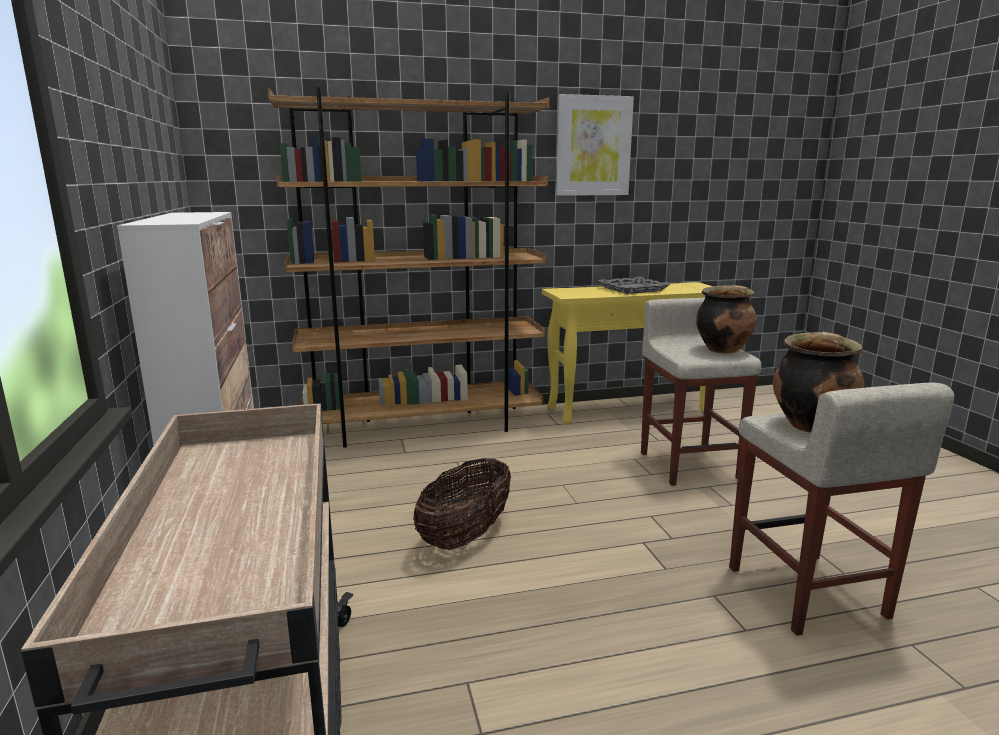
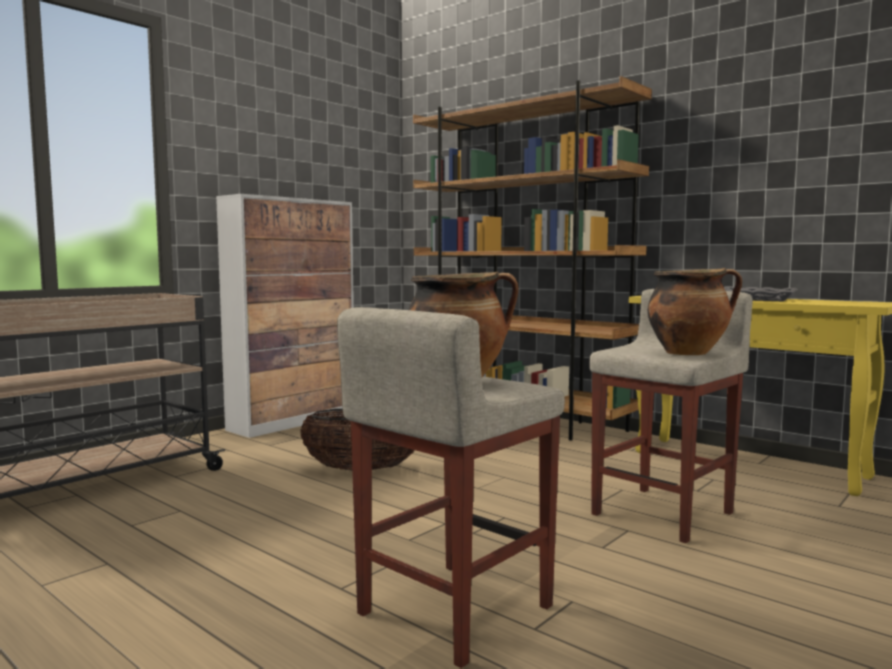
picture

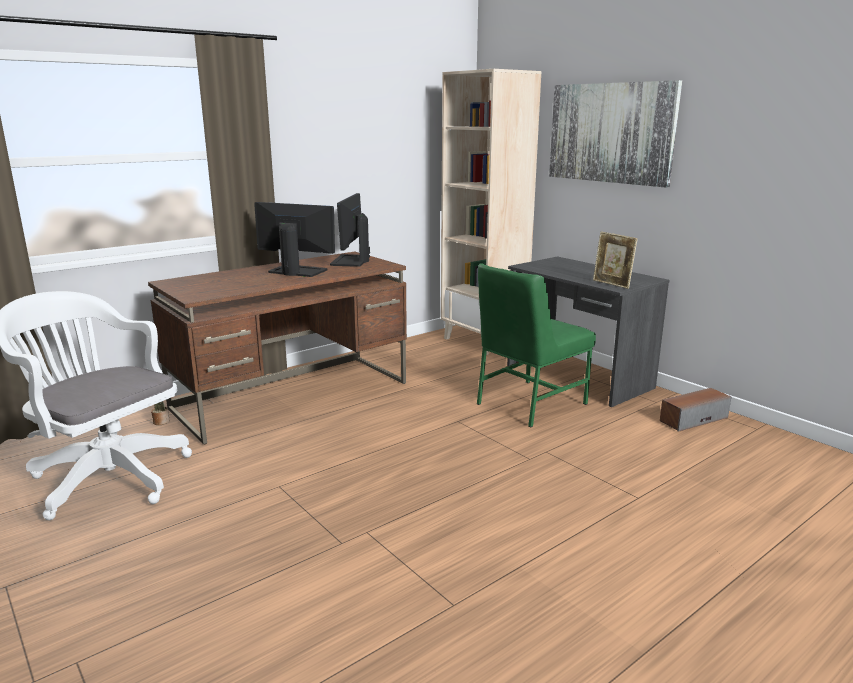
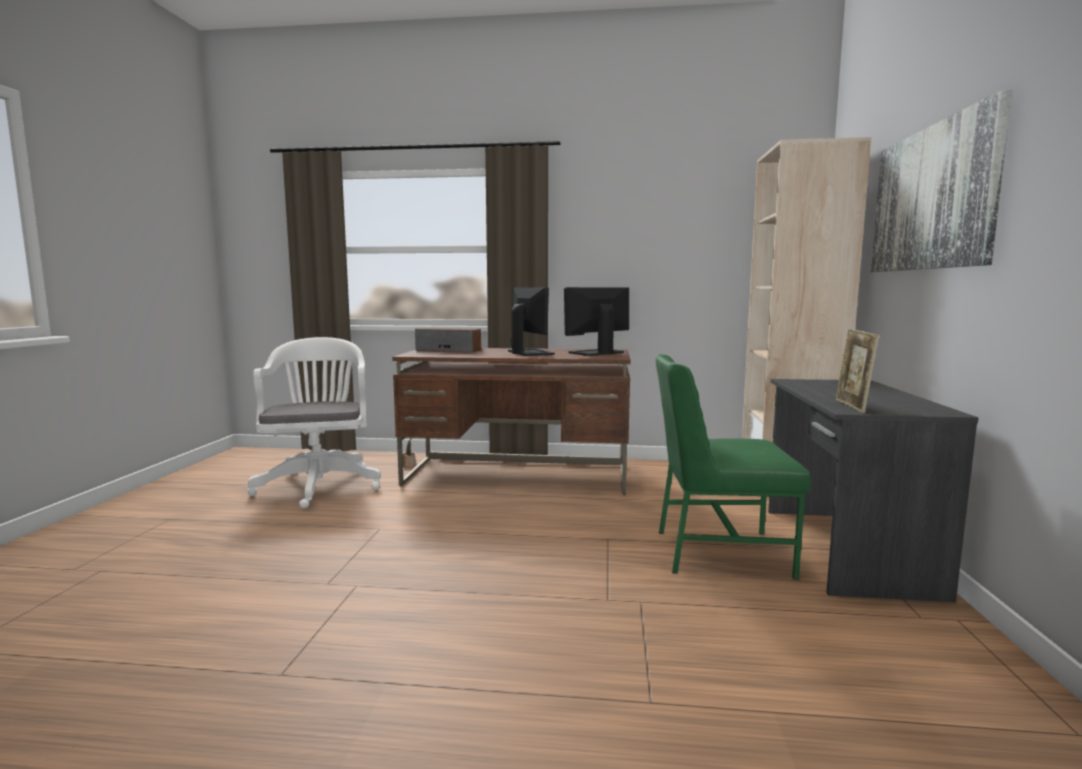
loudspeaker

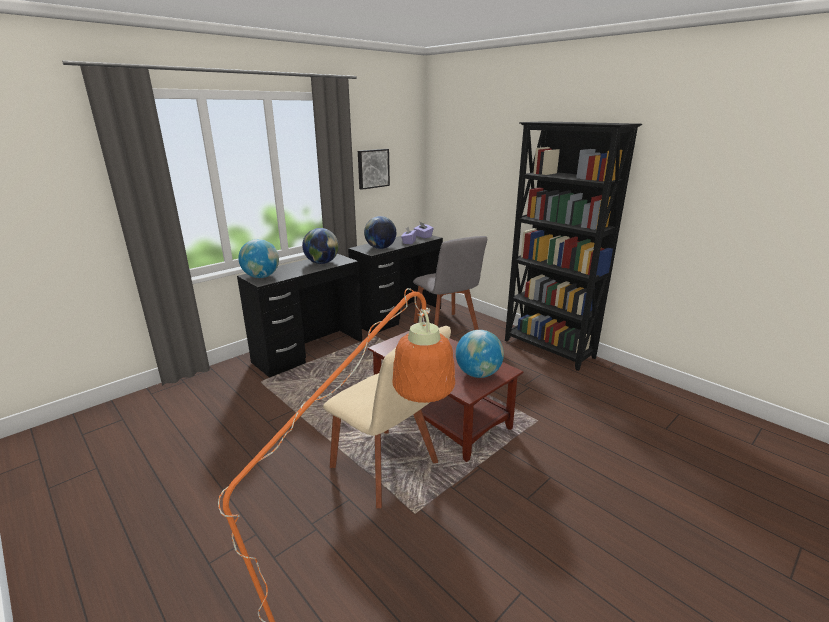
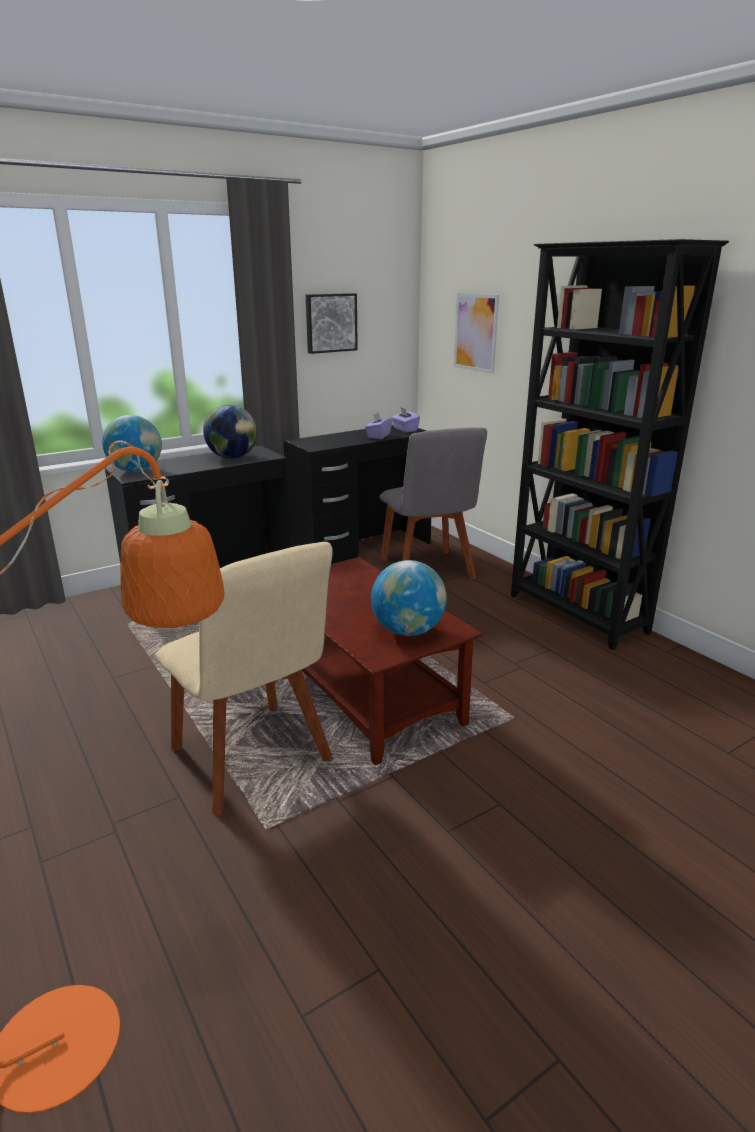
picture (2nd from left)
world globe (3rd from left in the first image)

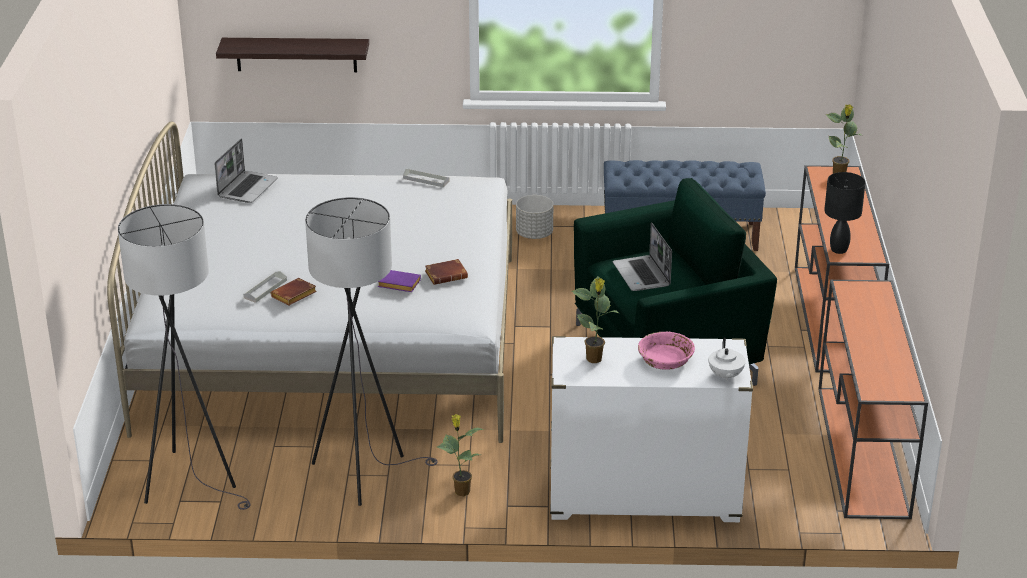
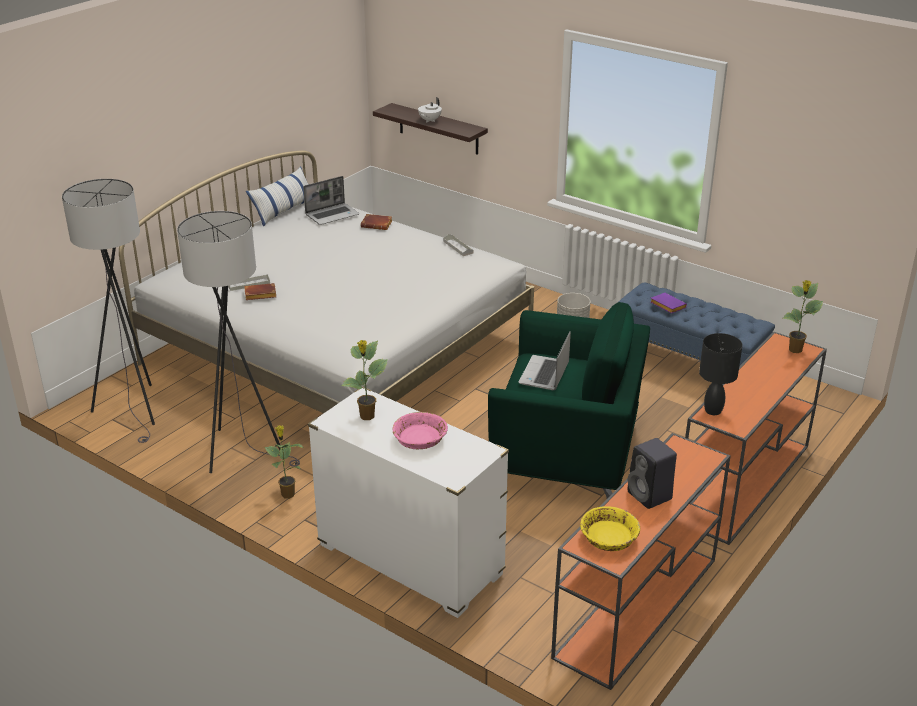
throw pillow
brown-coloured bound book (2nd from left)
white tea pot
yellow bowl
blackish loudspeaker
purple bound book

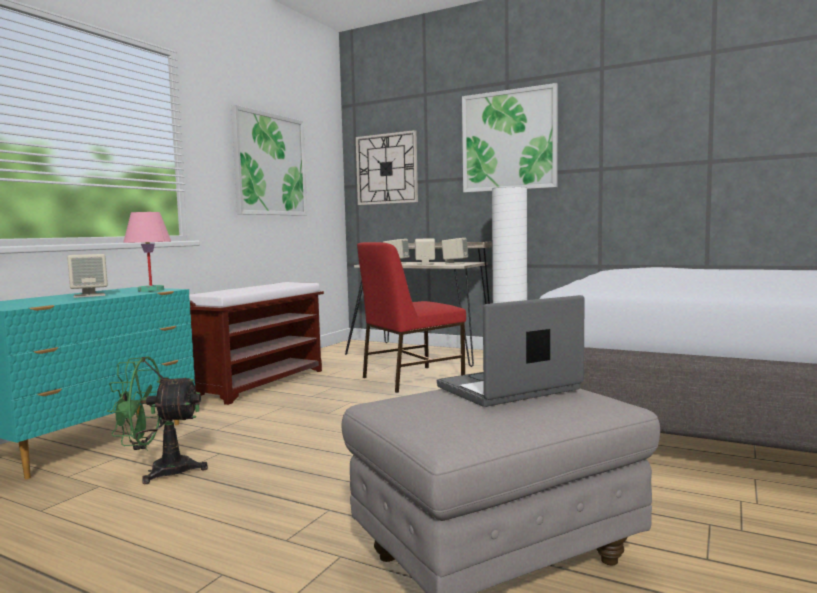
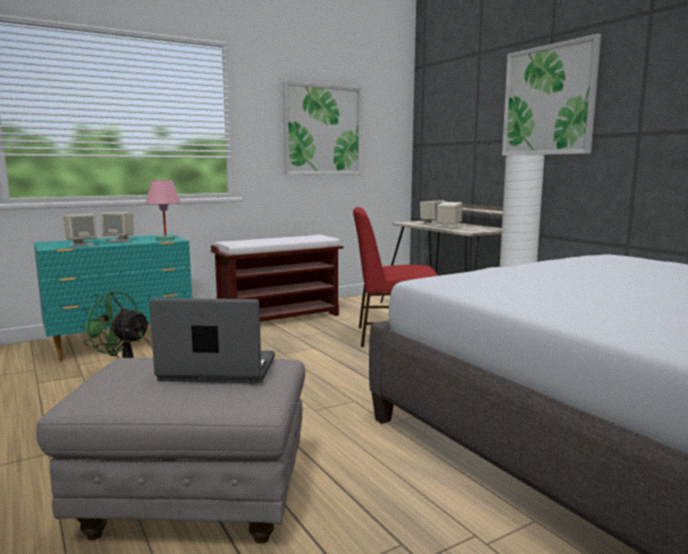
beige loudspeaker (1st from left)
clock on the wall

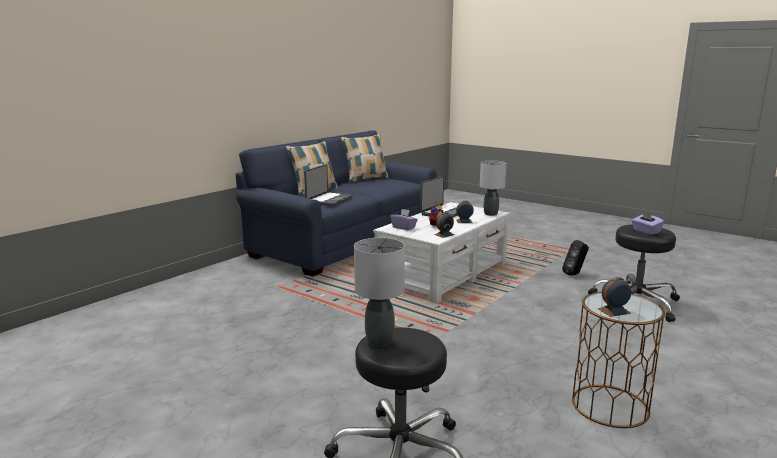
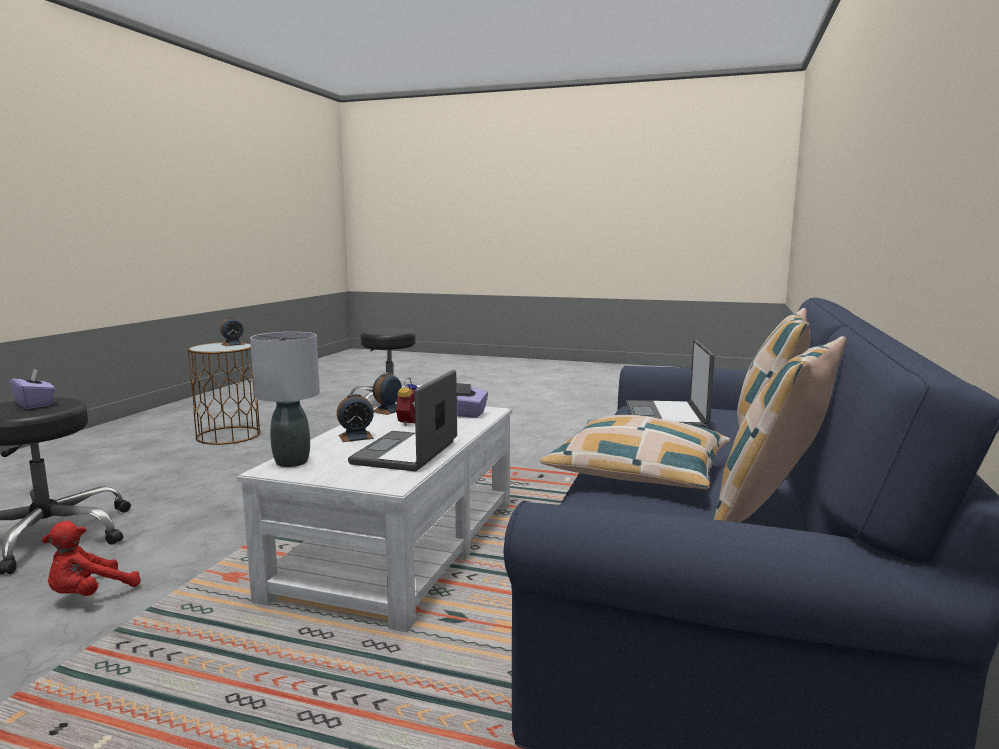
red-coloured cuddly toy
throw pillow (1st from left)
greyish lamp for a table (1st from left in the first image)

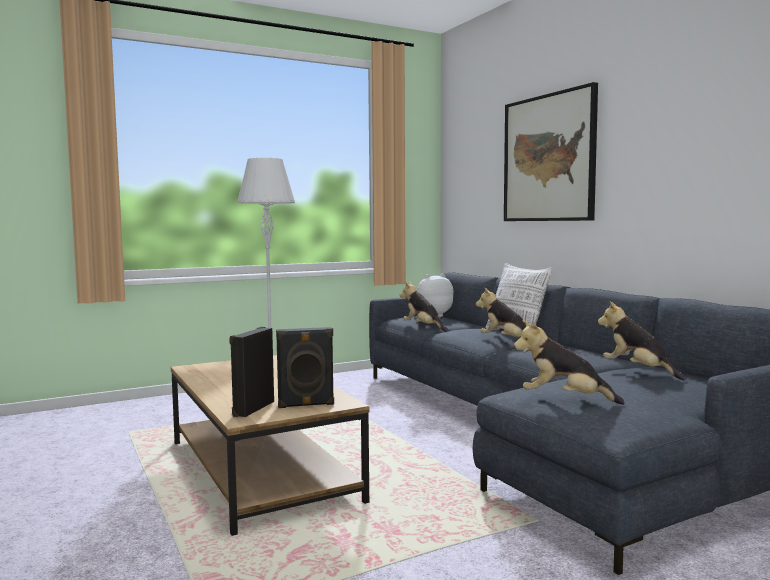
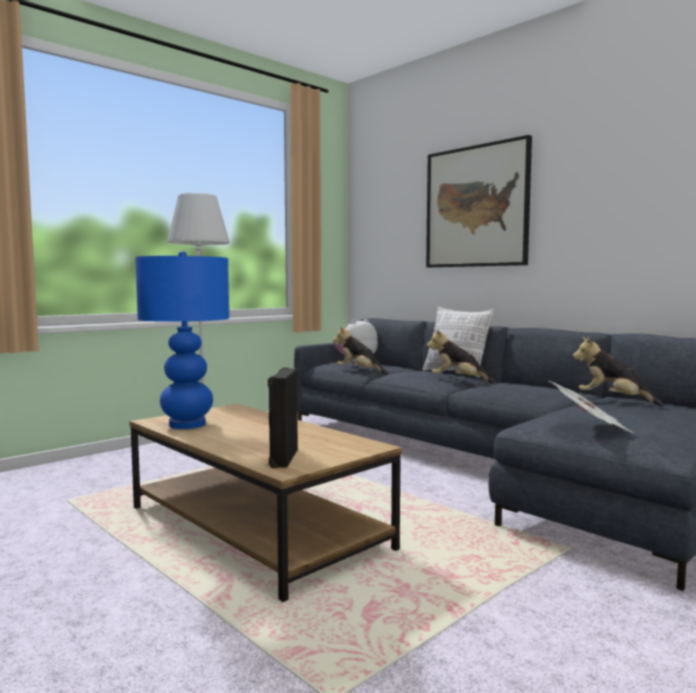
bluish lamp for a table
printed paper
blackish loudspeaker (2nd from left in the first image)

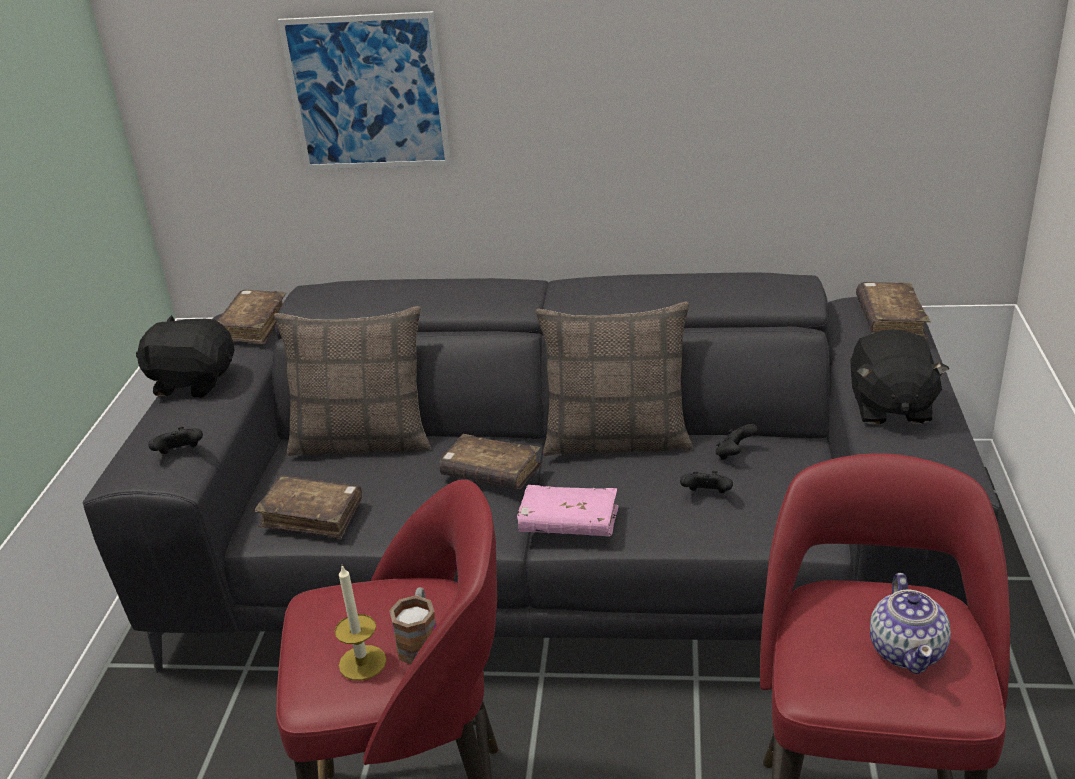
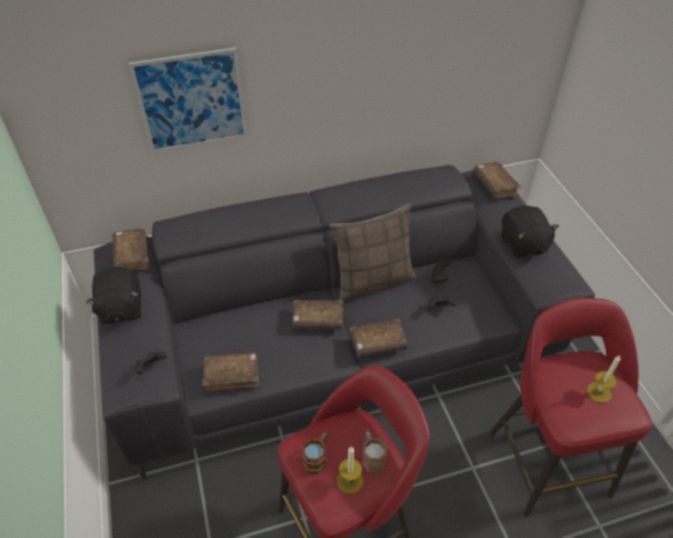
blackish cuddly toy (1st from left)
tea mug (1st from left)
brown-coloured bound book (4th from left)
wax light (2nd from left)
throw pillow (1st from left in the first image)

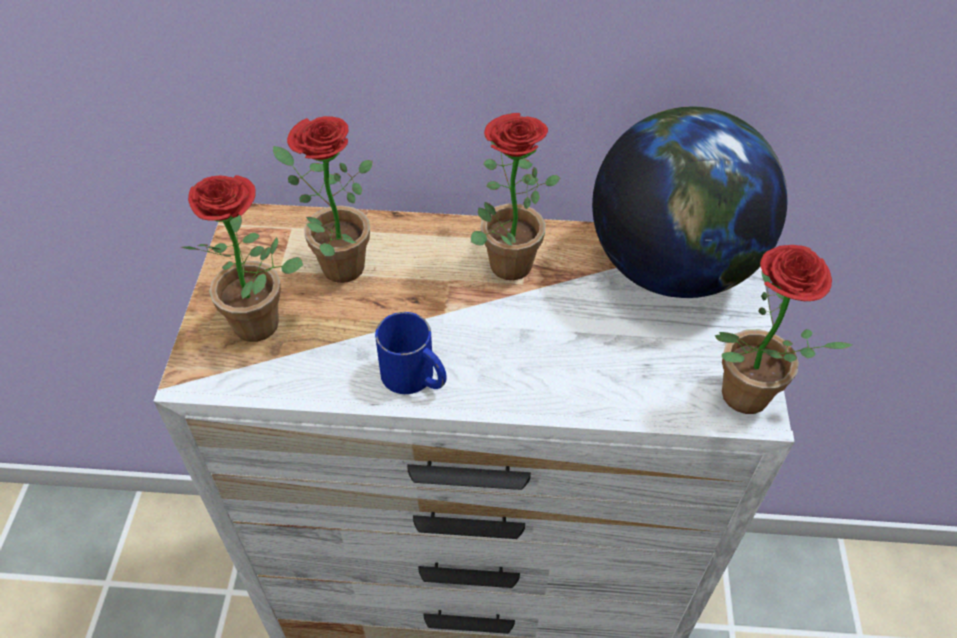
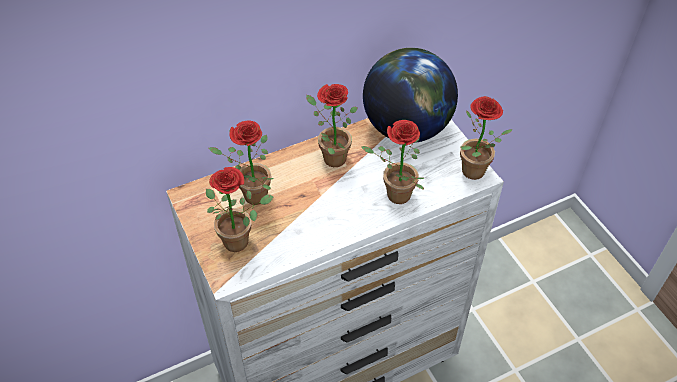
potted plant (4th from left)
bluish tea mug

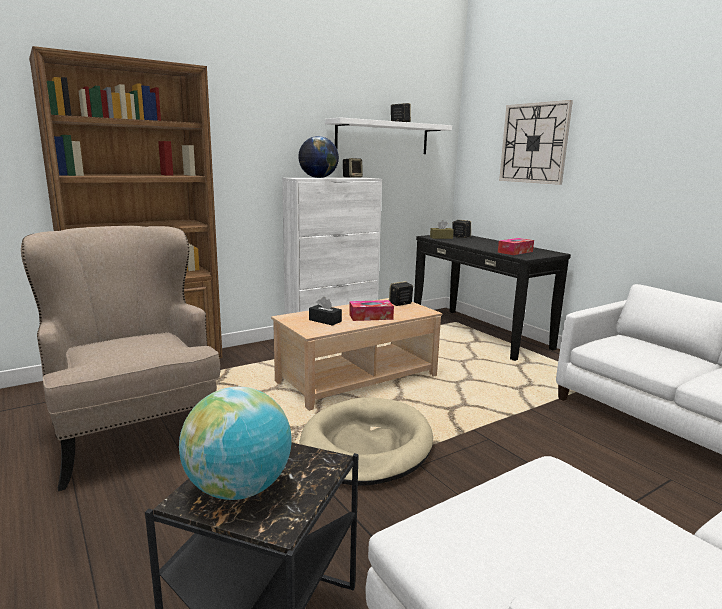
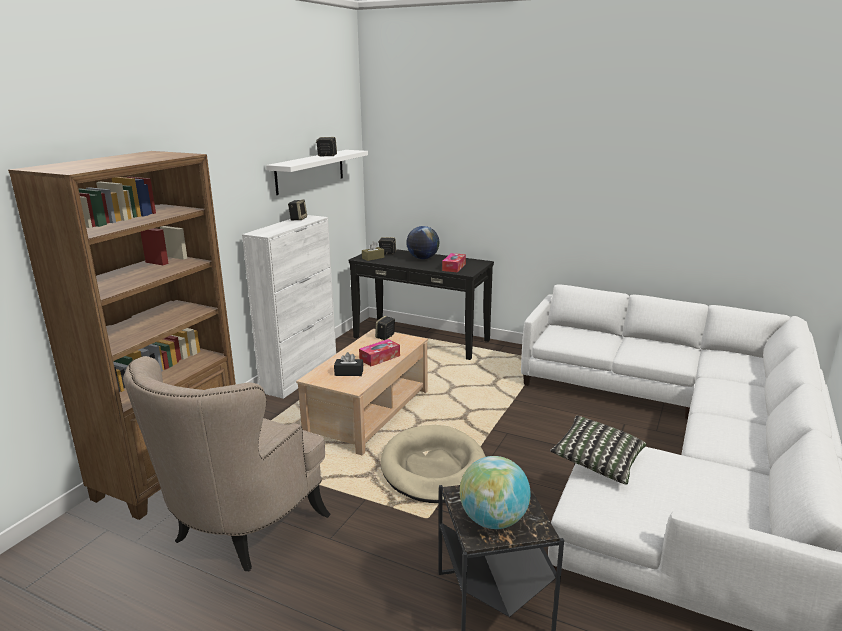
beige easy chair
world globe (1st from left)
throw pillow
clock on the wall

